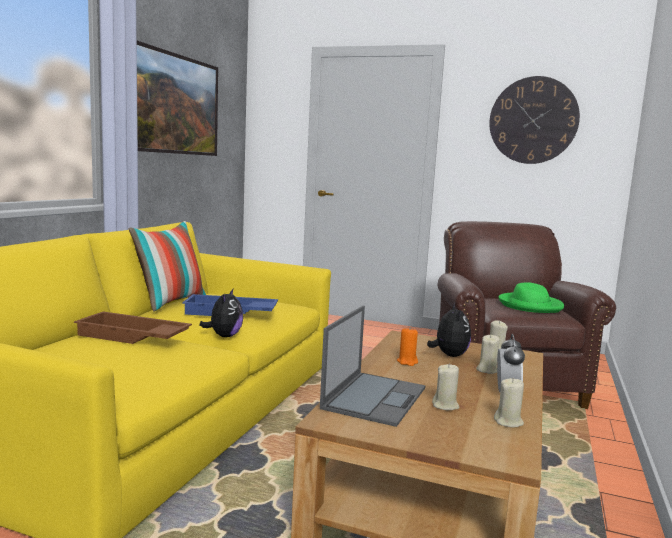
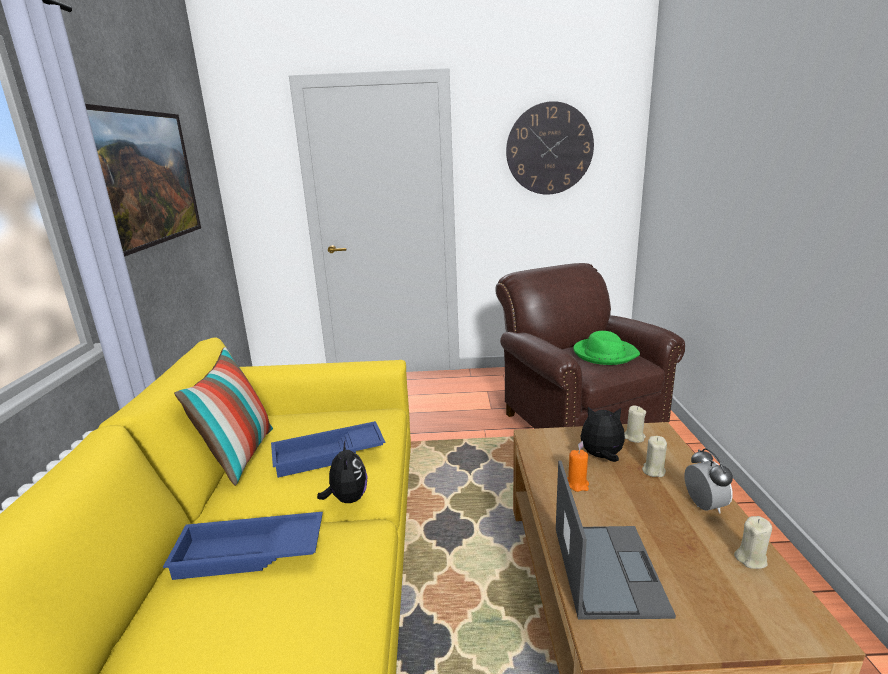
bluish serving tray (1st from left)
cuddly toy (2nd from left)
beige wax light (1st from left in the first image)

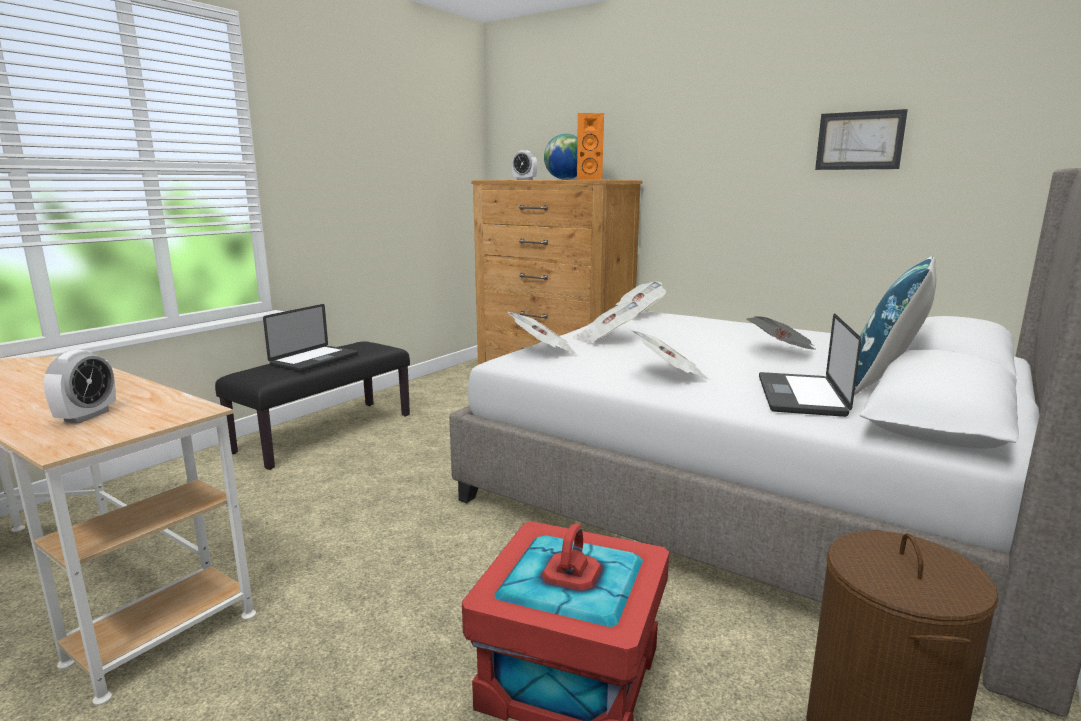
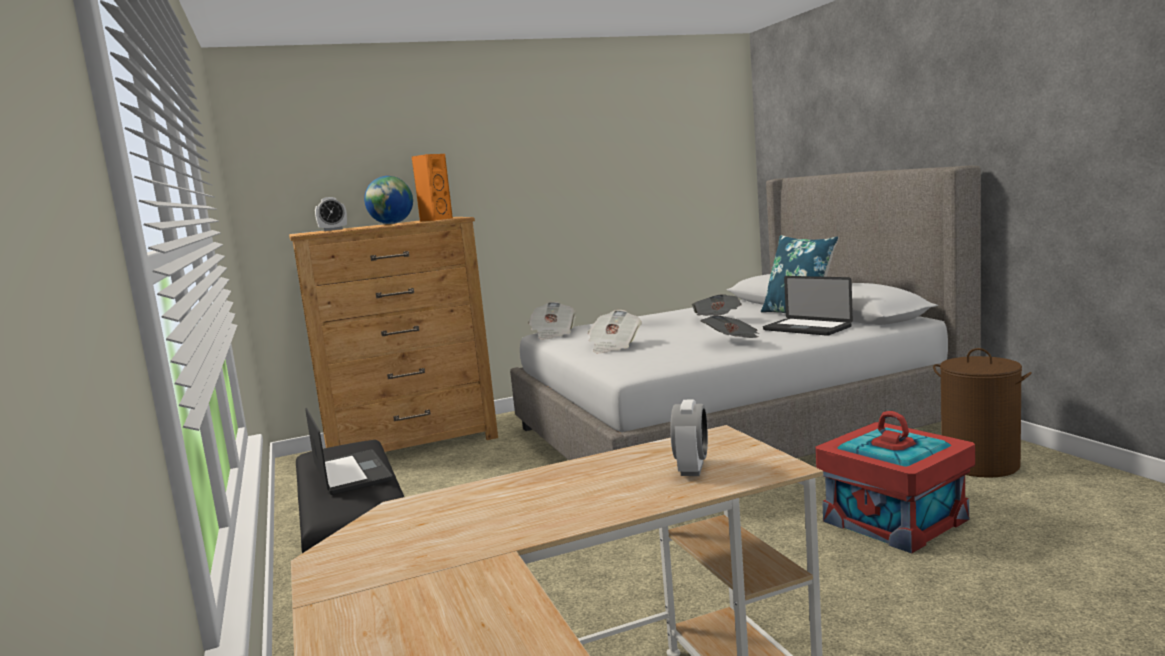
table clock (2nd from left)
printed paper (1st from left in the first image)
picture

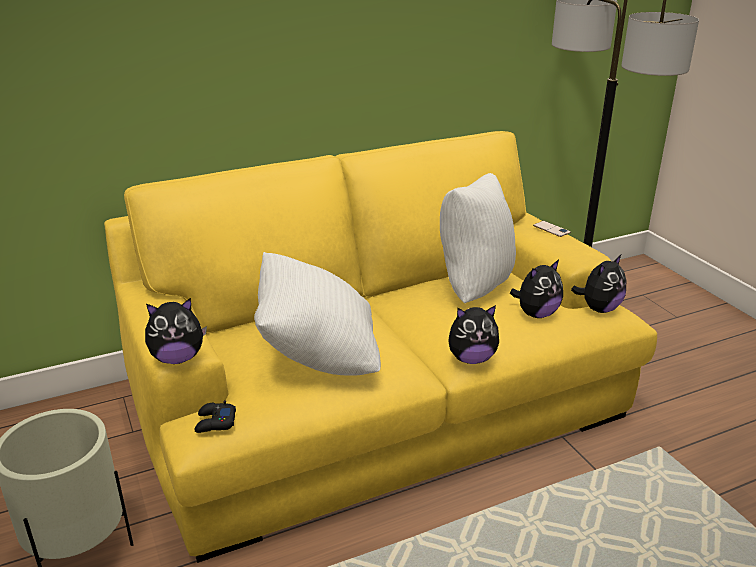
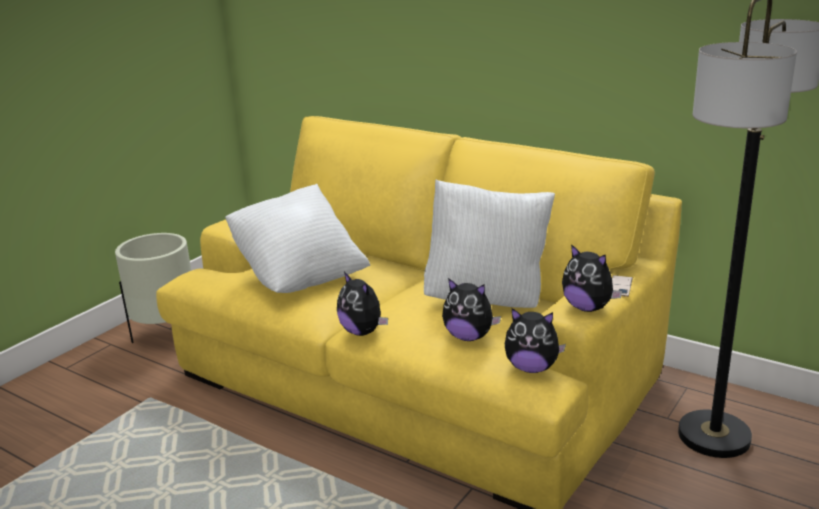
cuddly toy (4th from left)
blackish gamepad

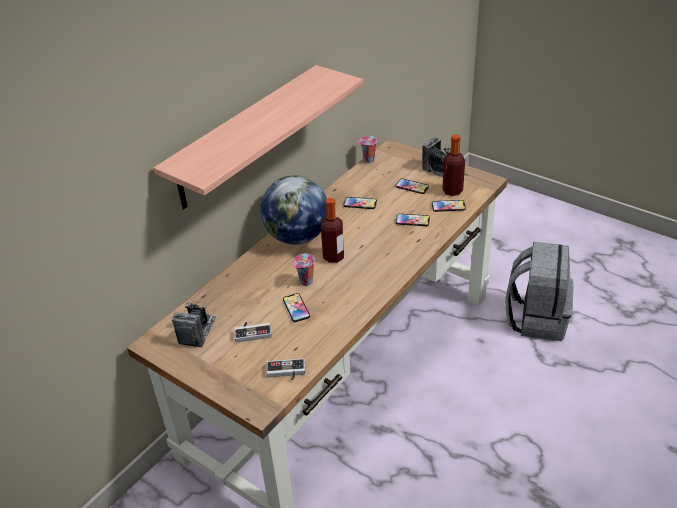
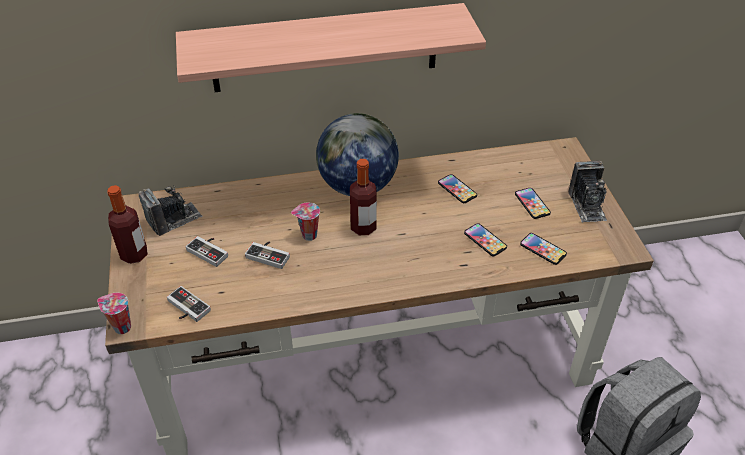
cup (1st from left)
beverage bottle (1st from left)
gamepad (3rd from left)

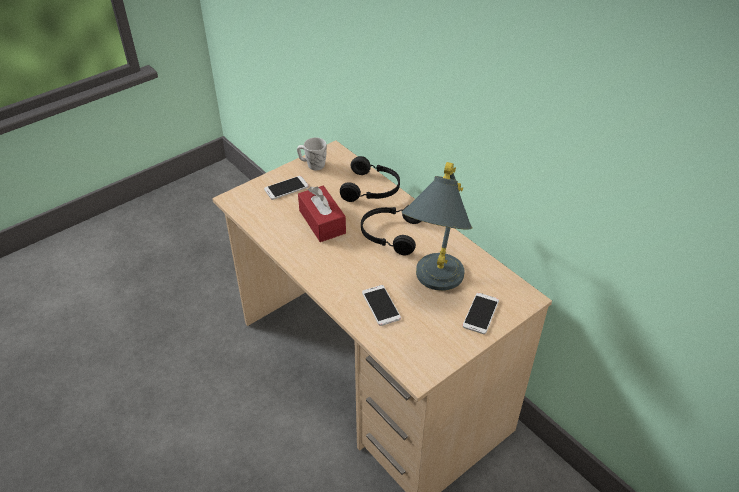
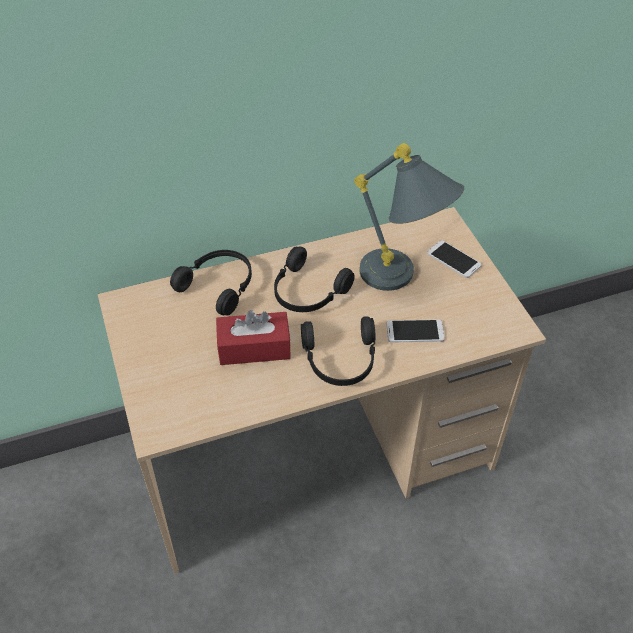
blackish headphones (3rd from left)
phone (1st from left in the first image)
white tea mug

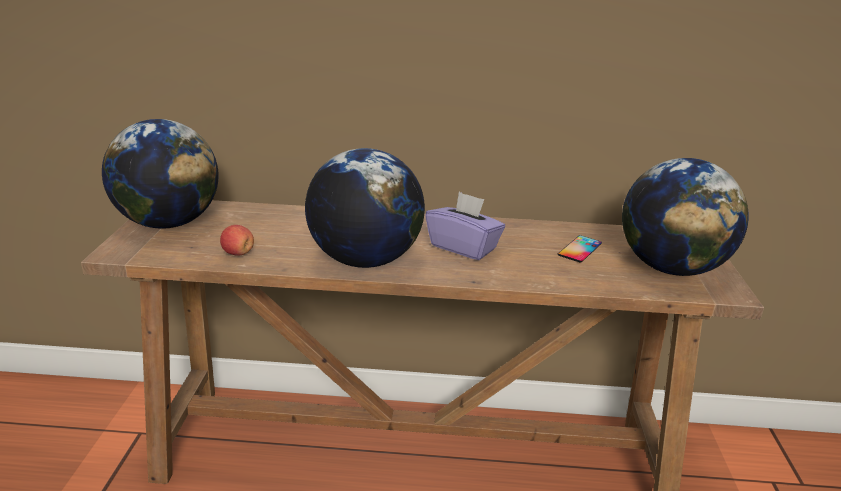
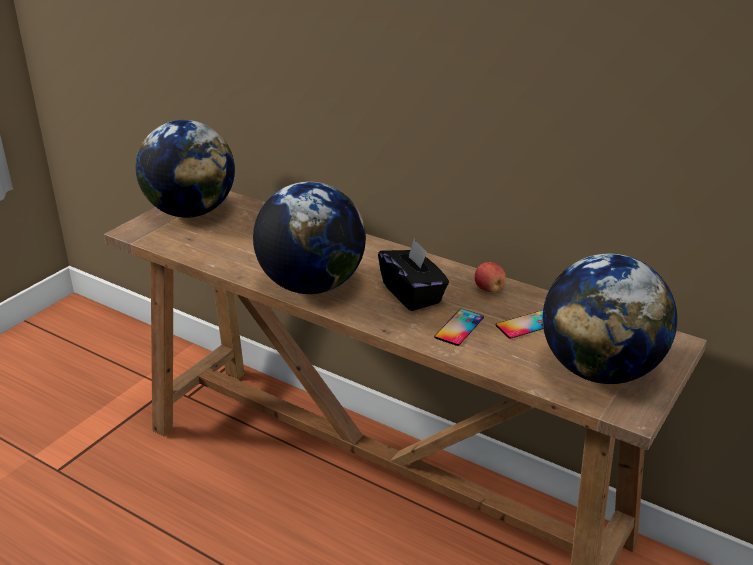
blackish tissue holder
phone (1st from left)
apple

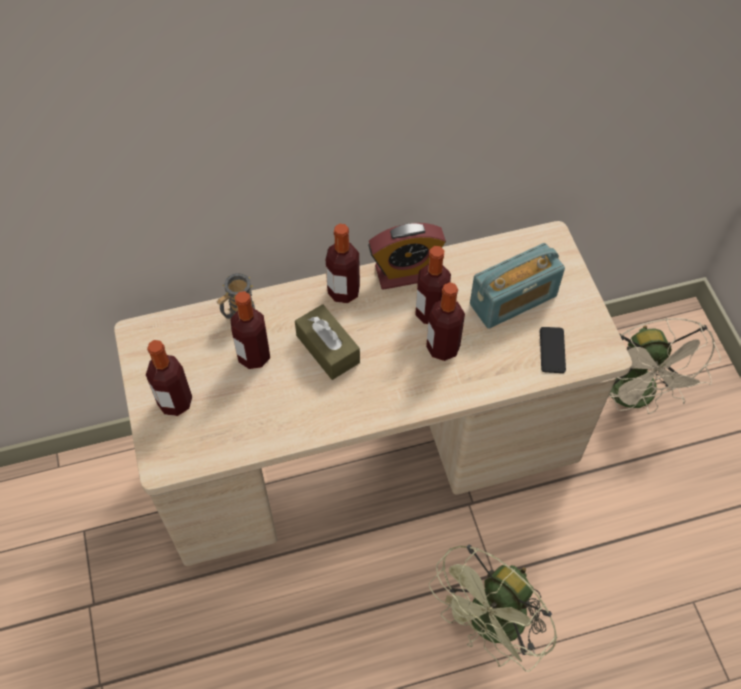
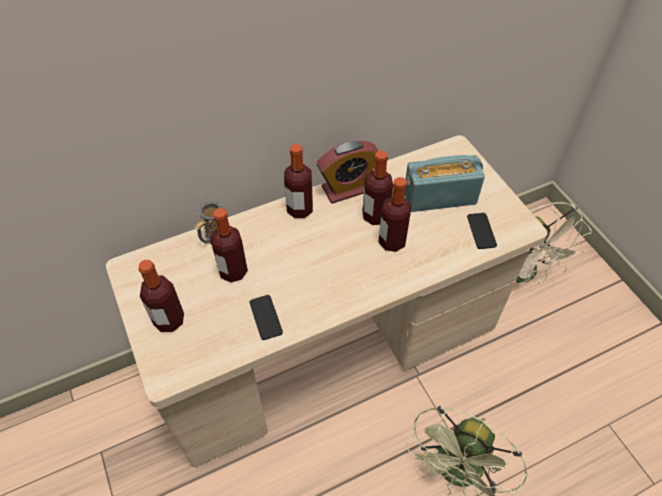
phone (1st from left)
radio set
brown-coloured tissue holder

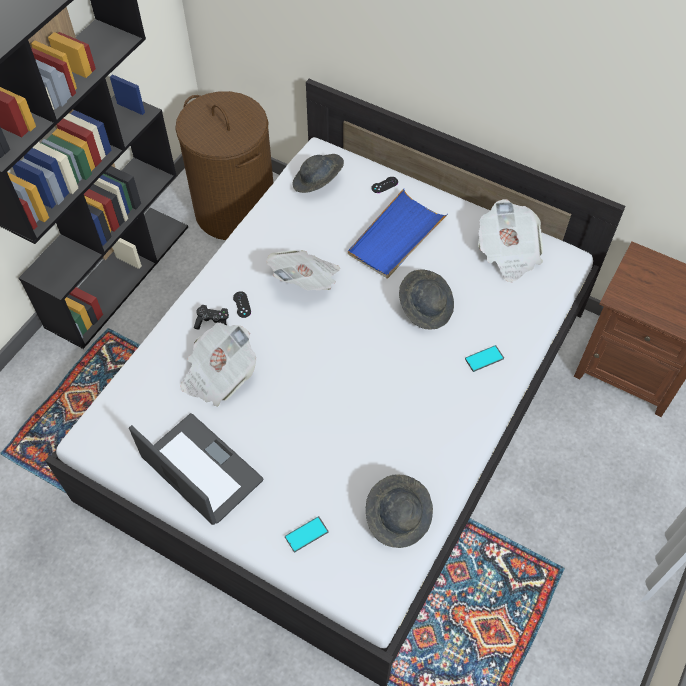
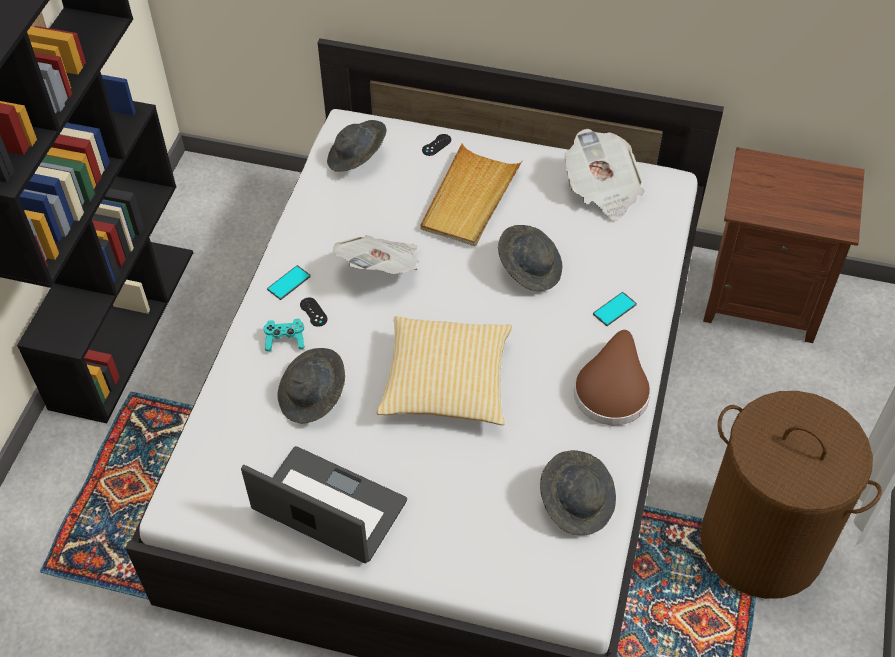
turquoise-coloured gamepad
phone (1st from left)
greyish wearable hat (1st from left)
throw pillow
beige serving tray
brown-coloured wearable hat
brown-coloured washing basket

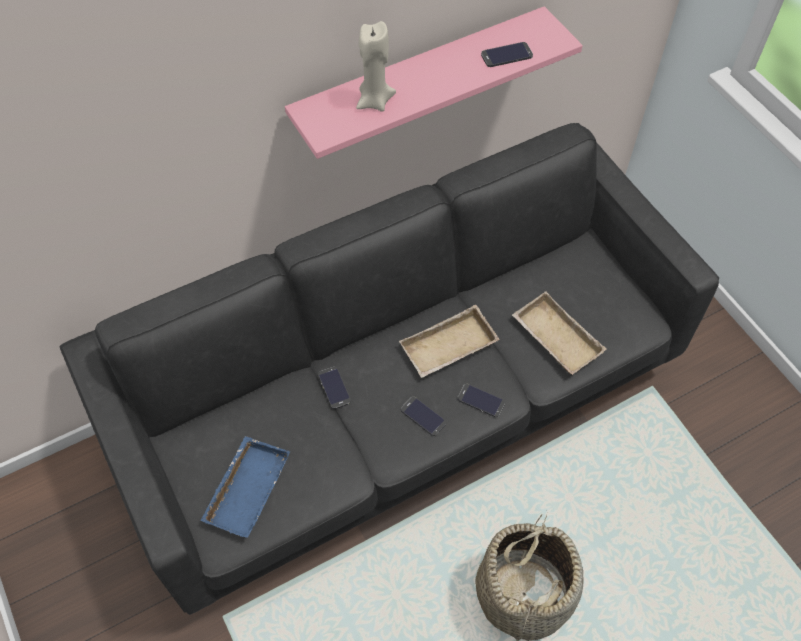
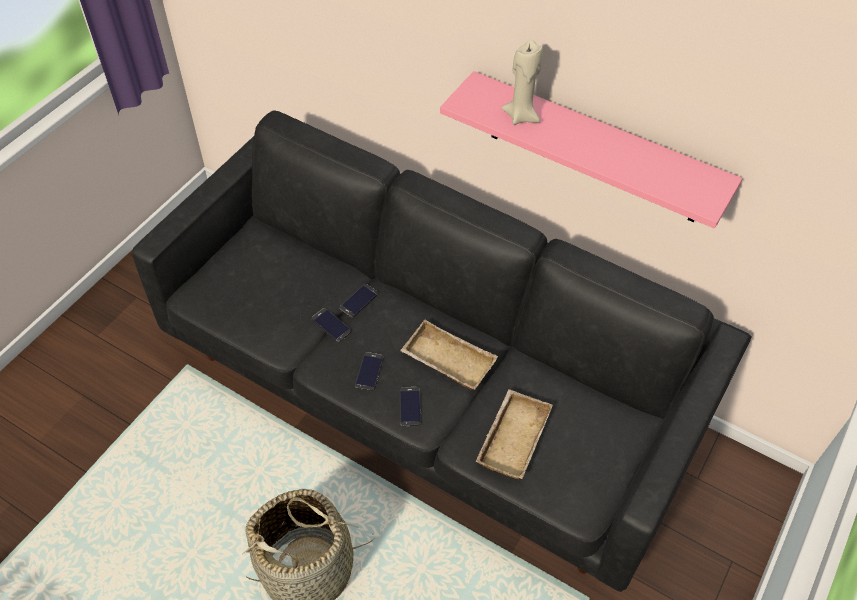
phone (1st from left)
bluish serving tray

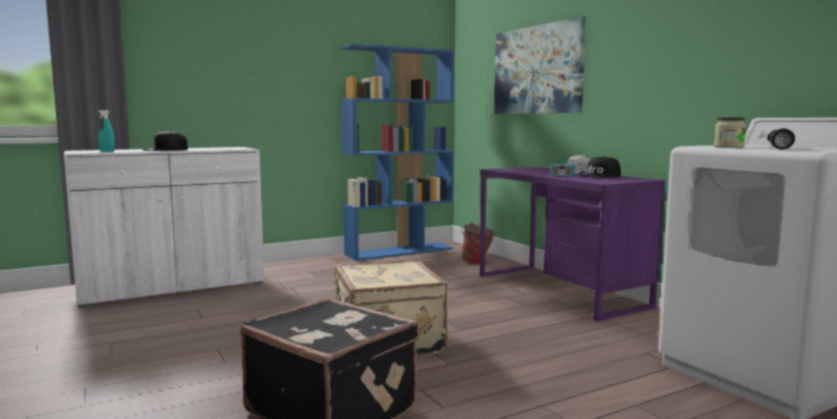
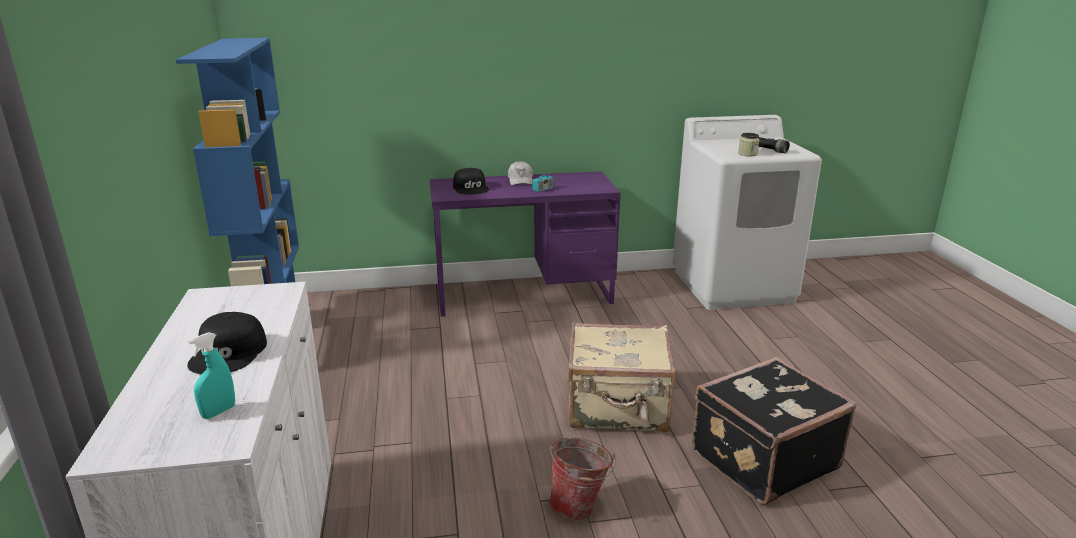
blackish peaked cap (2nd from left)
water bucket
picture

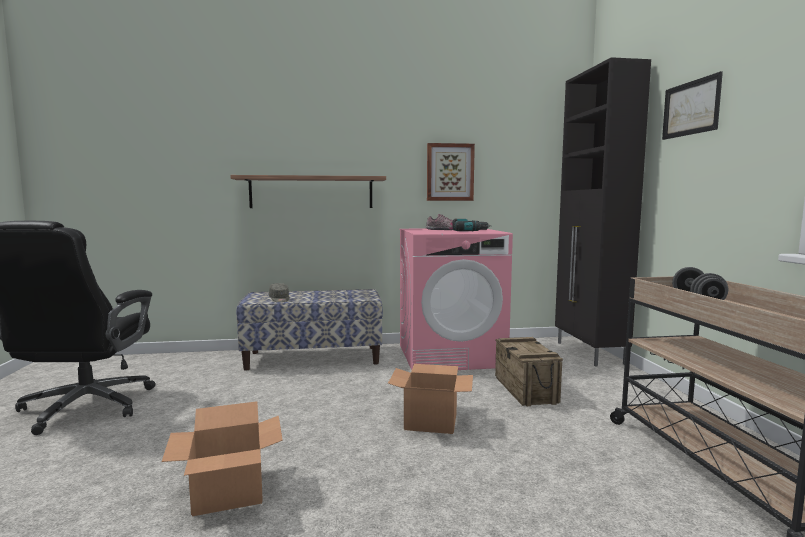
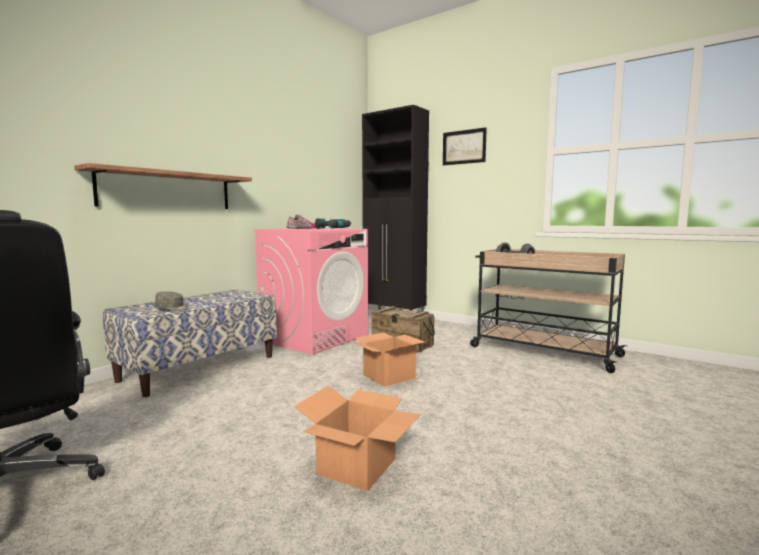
picture (1st from left in the first image)

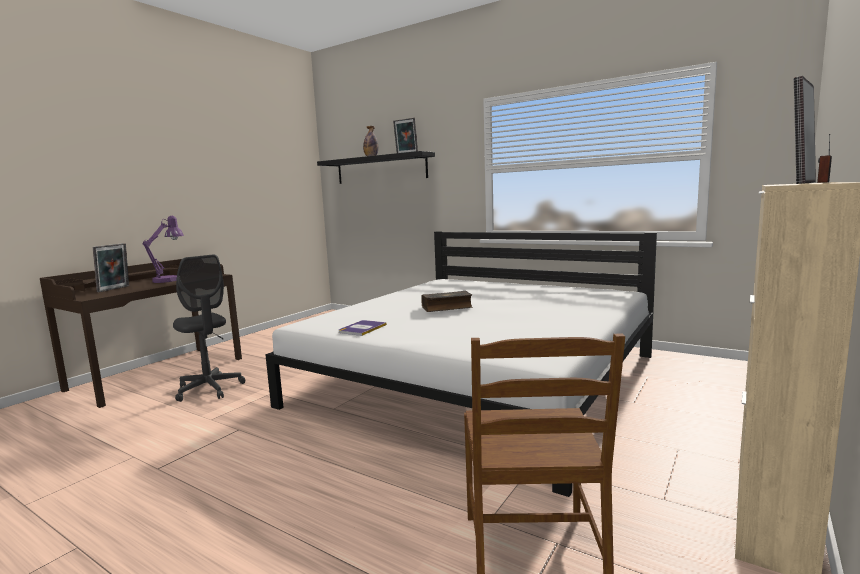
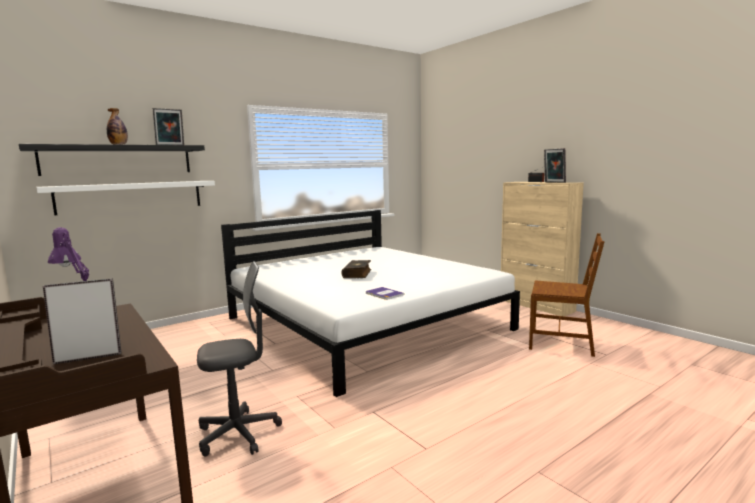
white wall shelf
picture frame (1st from left)

